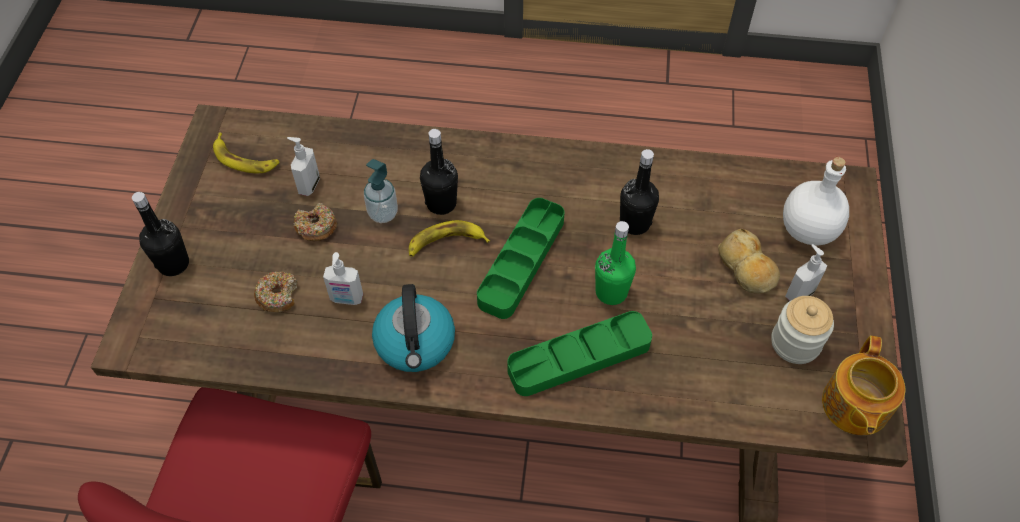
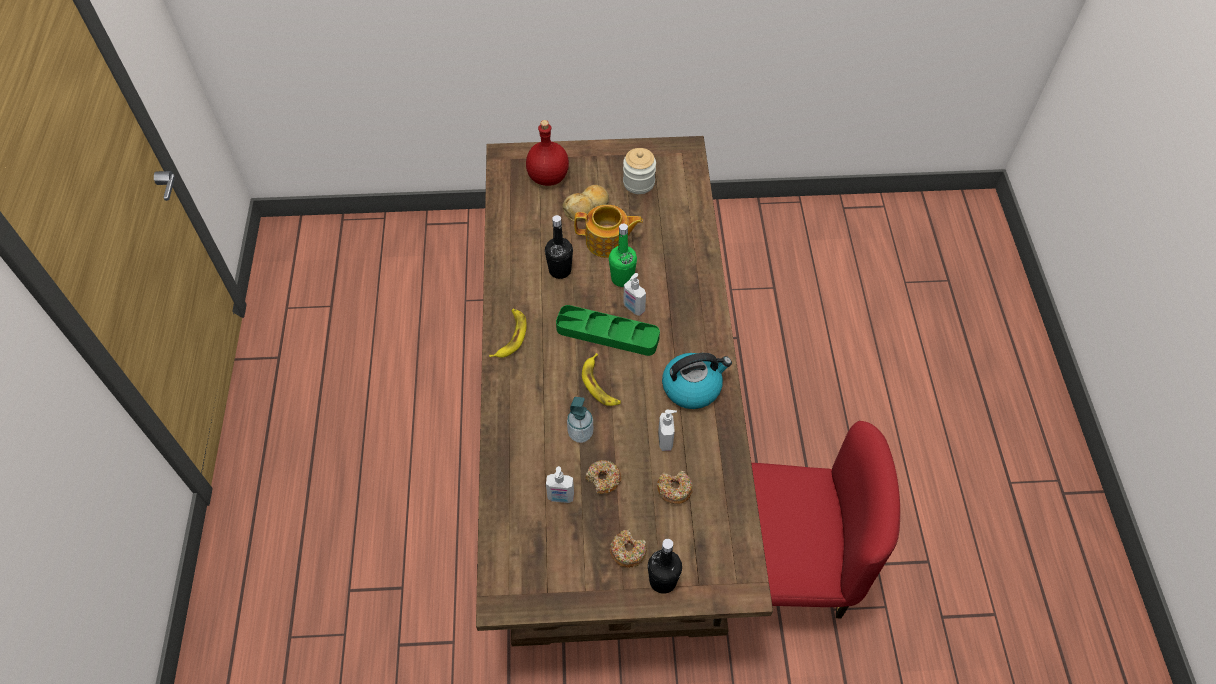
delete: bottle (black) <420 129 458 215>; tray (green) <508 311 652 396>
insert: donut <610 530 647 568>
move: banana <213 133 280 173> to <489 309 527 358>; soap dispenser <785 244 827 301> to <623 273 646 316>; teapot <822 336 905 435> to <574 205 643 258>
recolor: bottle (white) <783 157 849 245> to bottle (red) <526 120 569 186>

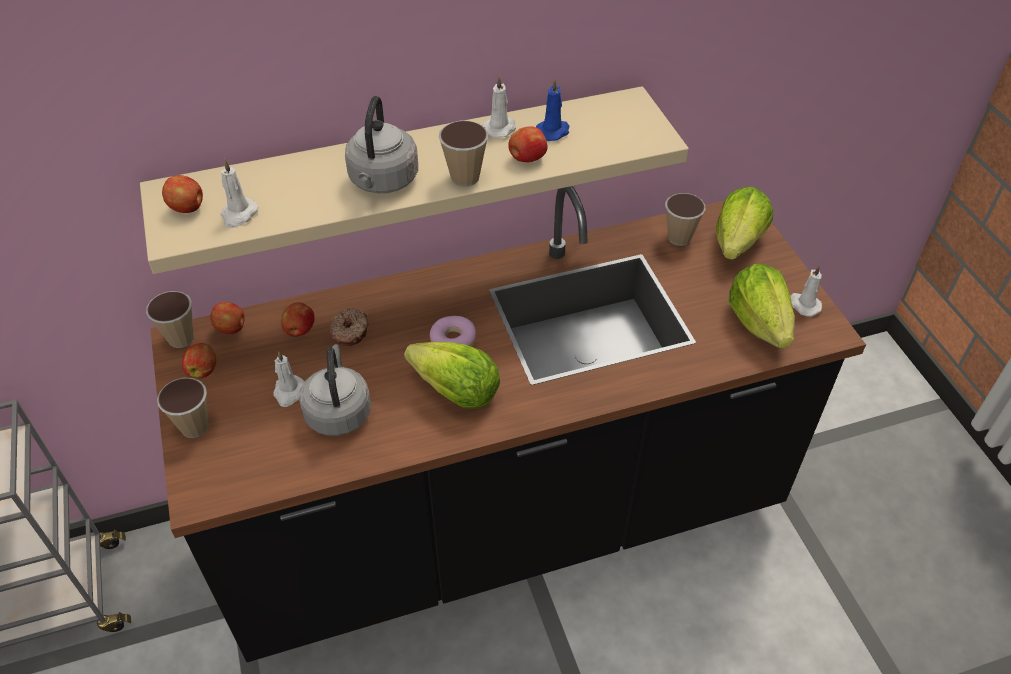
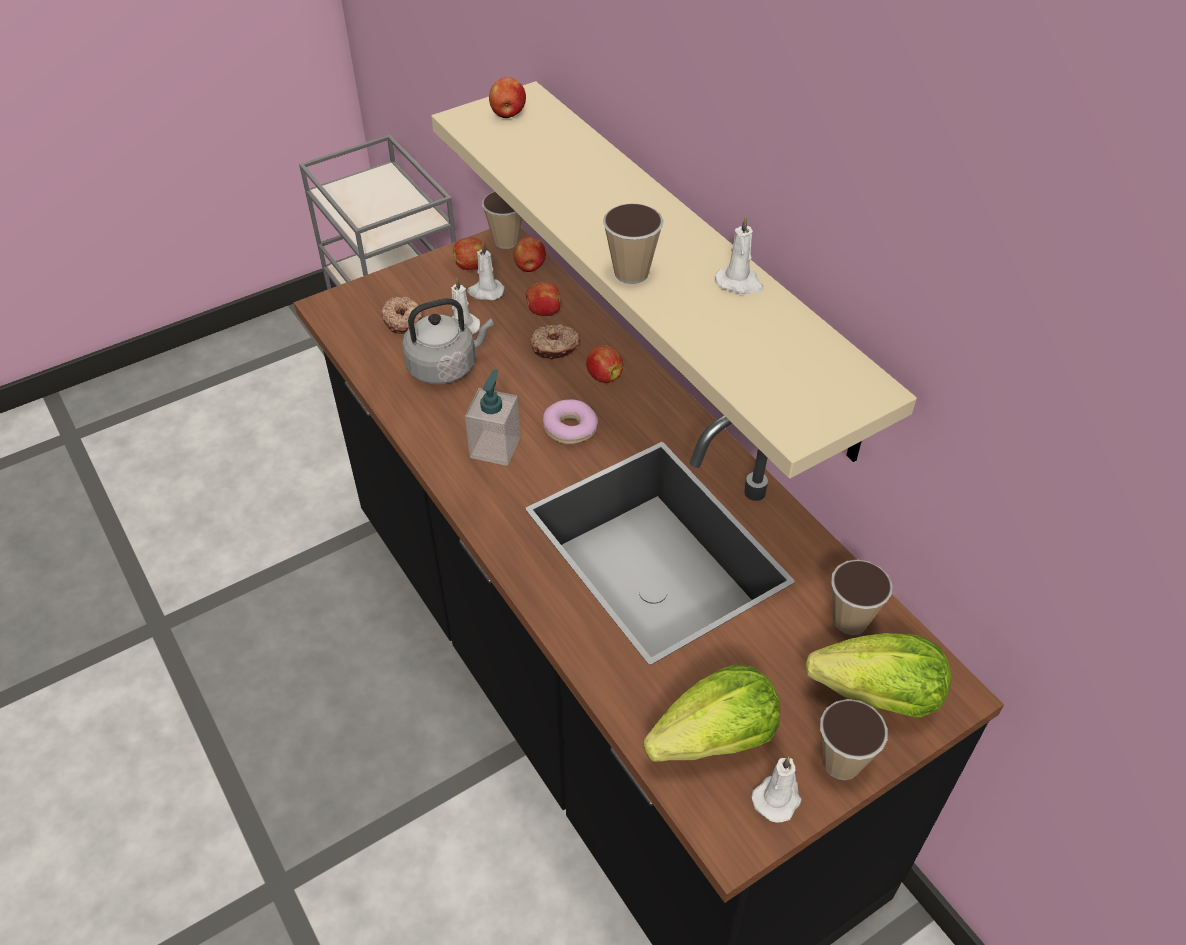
delete: kettle (grey) <345 96 418 193>; candle (blue) <536 79 569 141>
insert: donut <382 297 423 334>
move: cup <157 378 209 438> to <820 699 888 780>; candle (white) <221 159 259 228> to <467 242 505 300>; apple <508 127 548 162> to <586 345 623 383>
replace: lettuce <404 342 500 408> to soap dispenser <465 369 520 466>

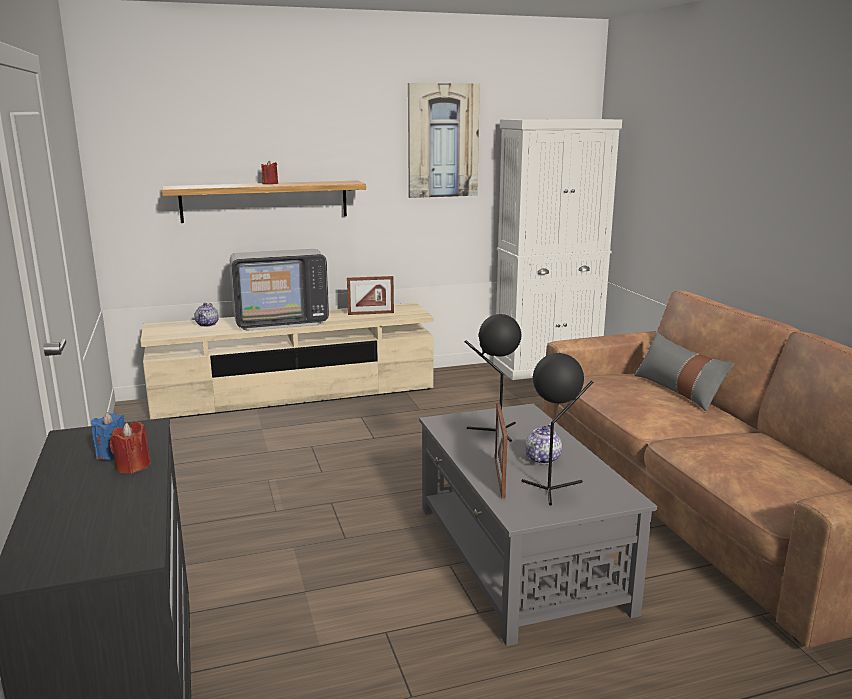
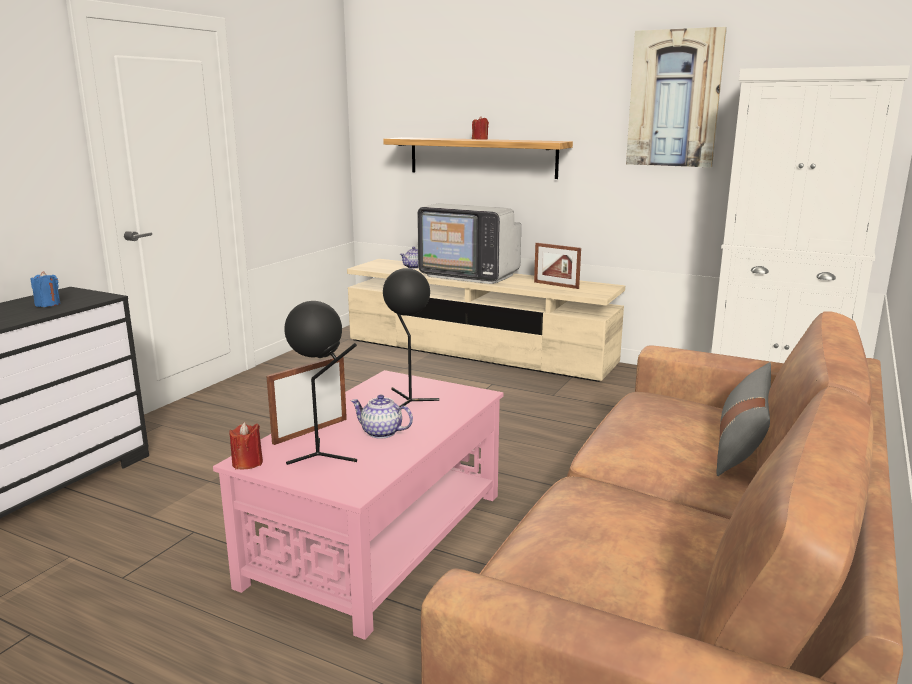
move: candle (red) <110 422 151 474> to <229 422 263 469>
recolor: coffee table (grey) <419 404 657 646> to coffee table (pink) <213 370 503 640>
rotate: teapot <525 424 562 464> = <351 394 413 439> 135 degrees counterclockwise

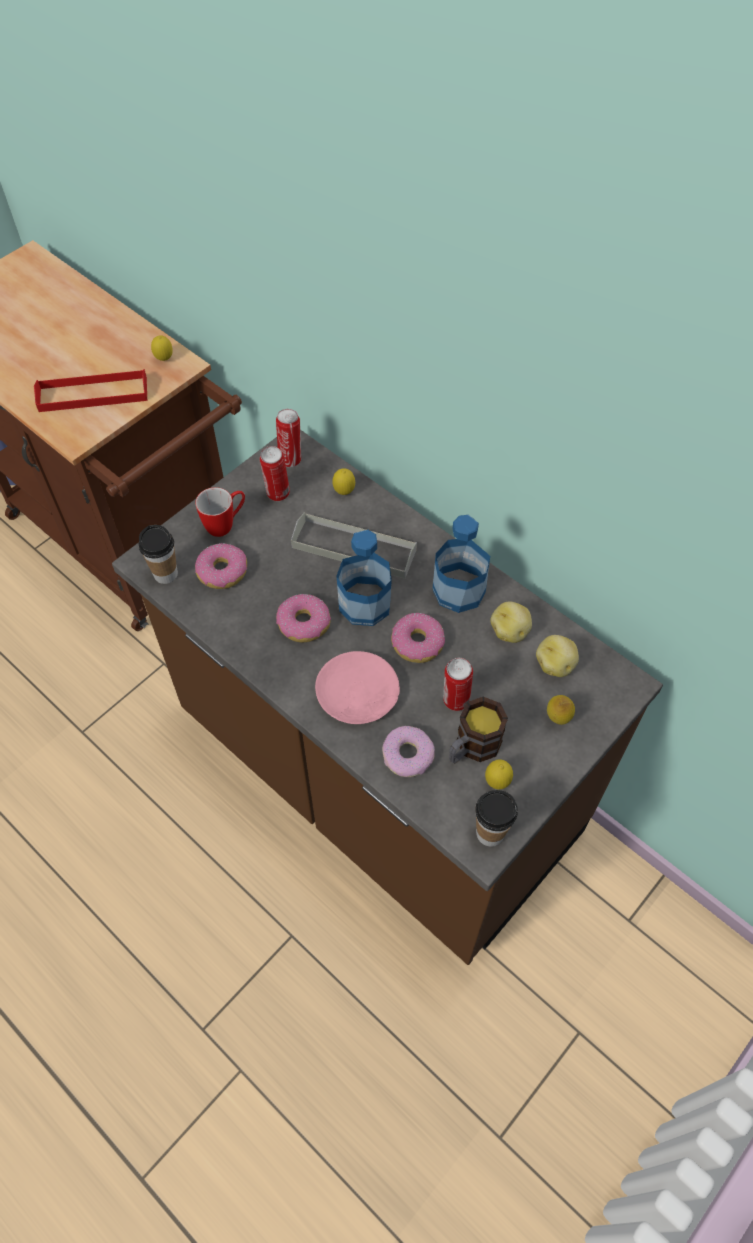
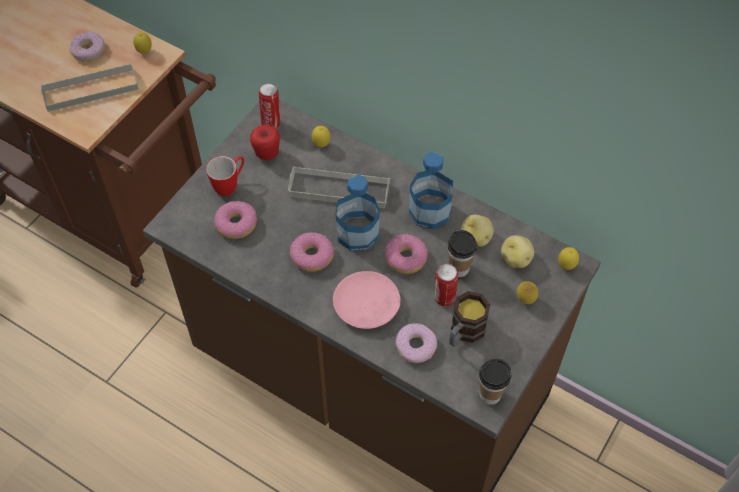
insert: donut <69 32 105 61>
move: cup <139 525 178 584> to <448 230 477 277>; lemon <485 760 513 789> to <558 247 579 270>
replace: can <260 446 290 501> to apple <250 125 280 160>
recolor: tray (red) <34 369 147 412> to tray (grey) <41 64 139 112>

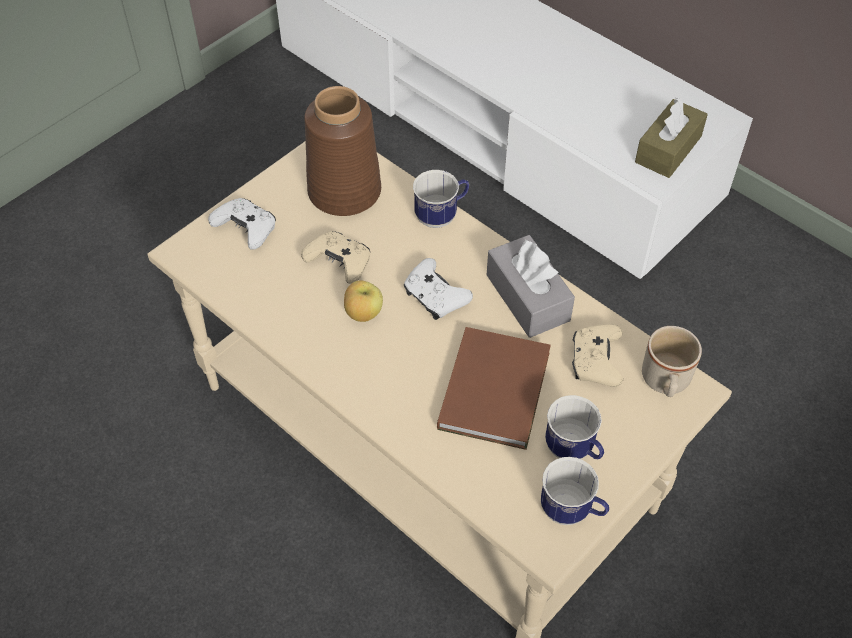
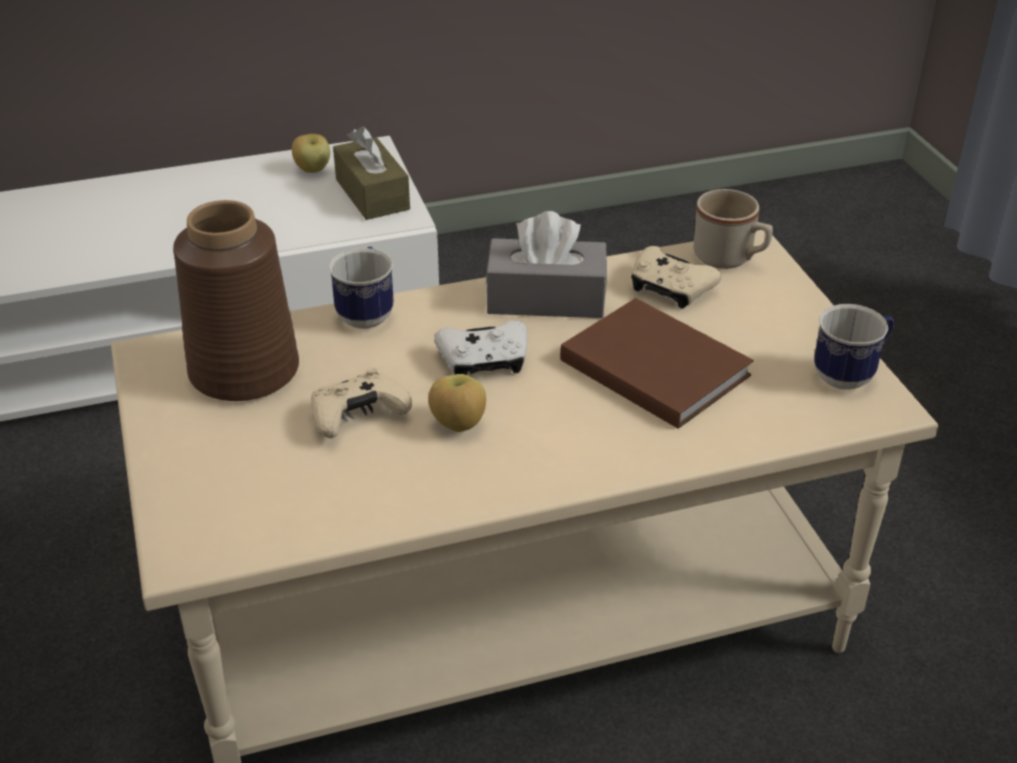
delete: game controller (white) <208 198 276 249>; mug <545 395 604 459>
insert: apple <292 134 330 173>

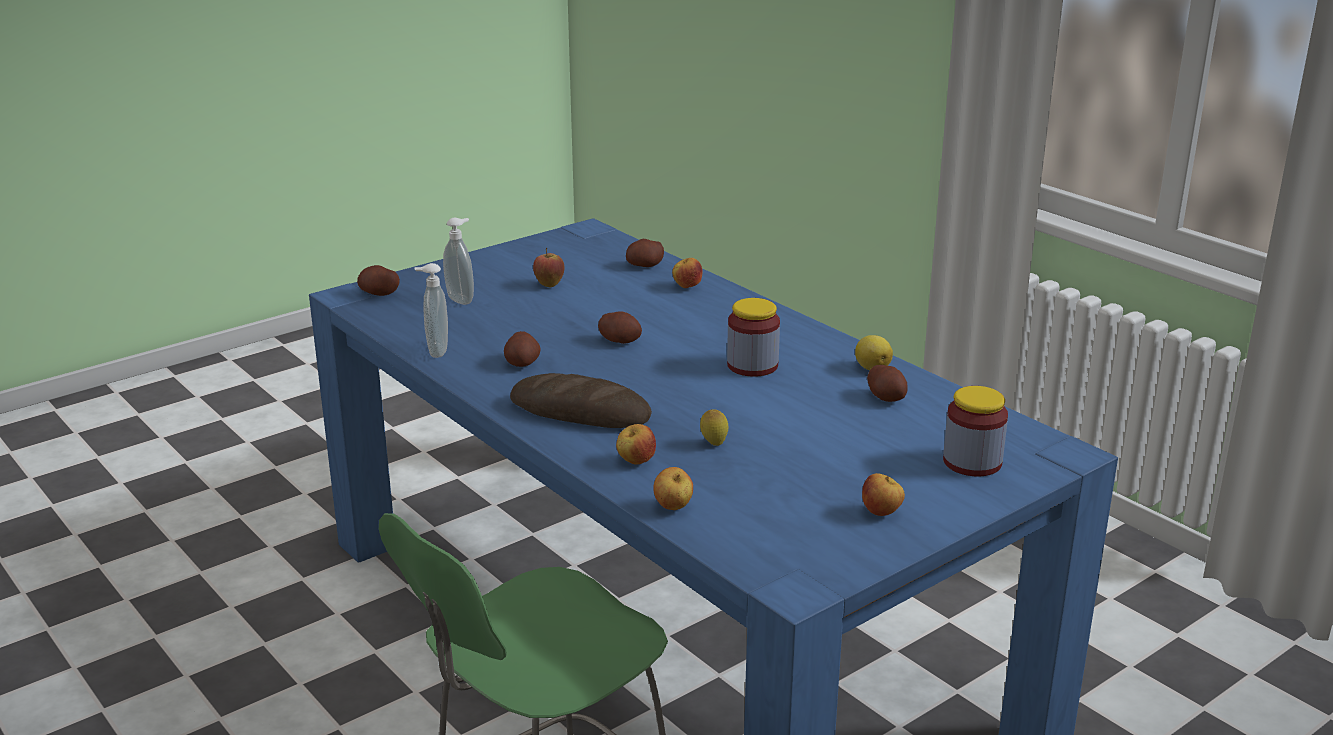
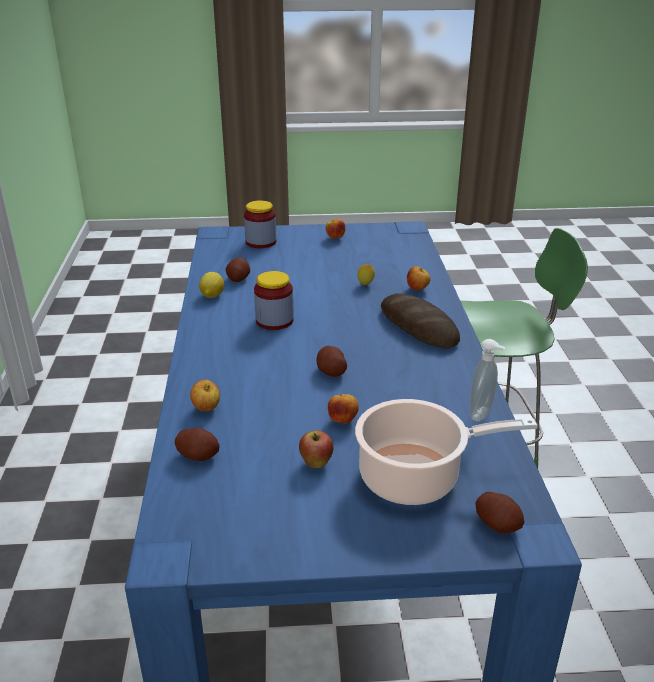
delete: potato <504 331 541 367>
move: apple <653 467 693 510> to <328 394 359 424>
replace: soap dispenser <443 218 474 305> to cooking pot <355 399 538 505>

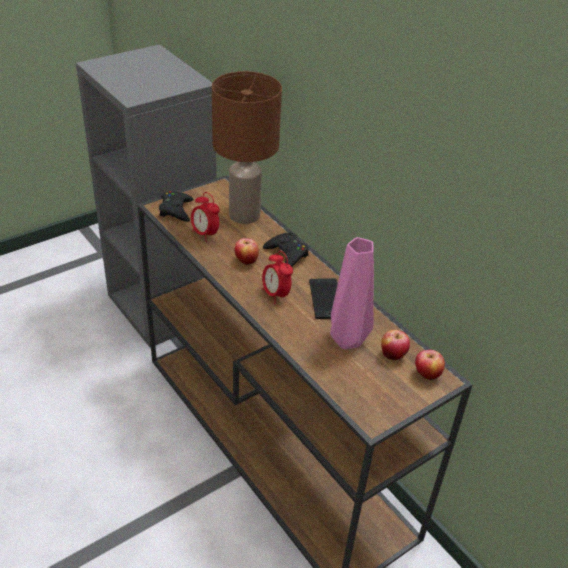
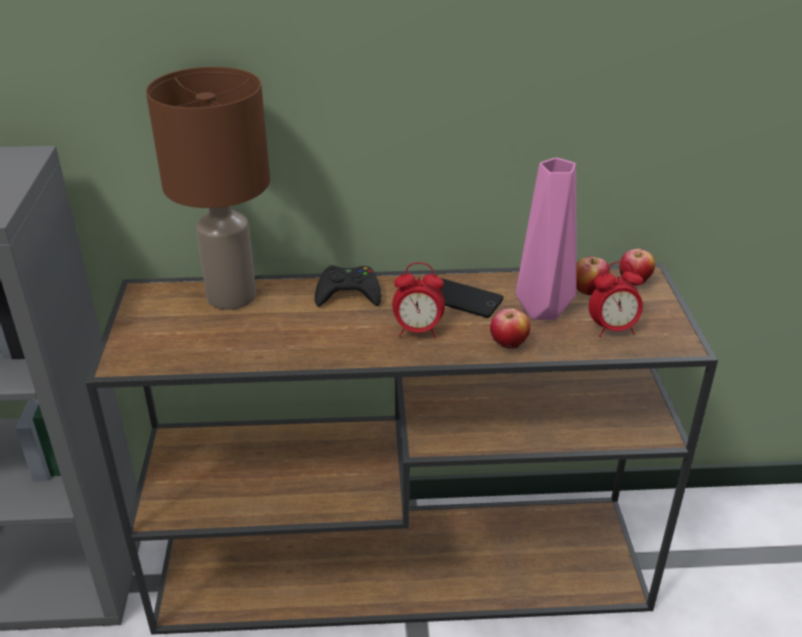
delete: game controller (black) <159 191 194 222>
move: alarm clock <191 192 220 242> to <589 261 643 337>; apple <235 238 259 266> to <490 308 530 349>

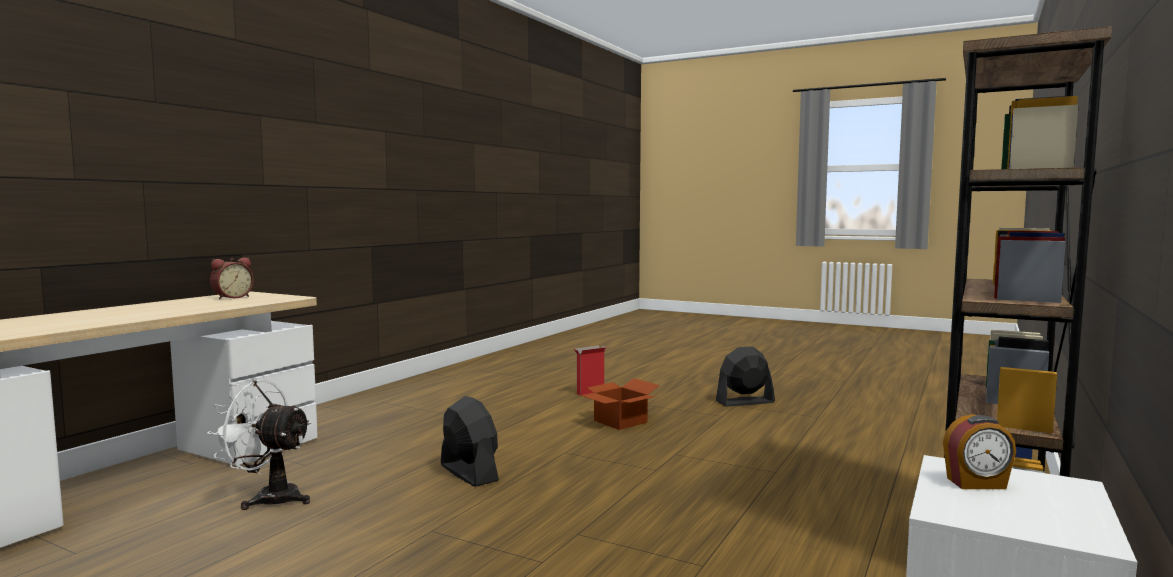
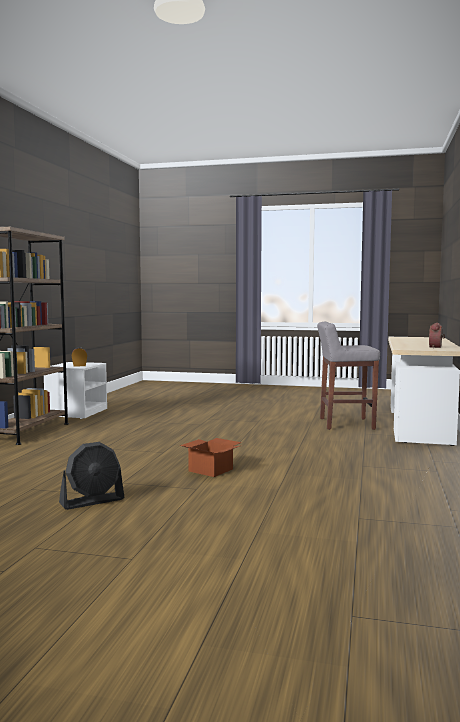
delete: fan (black) <441 396 499 487>; cardboard box <574 345 606 395>
replace: fan (white) <207 380 312 510> to stool (grey) <317 322 380 430>

